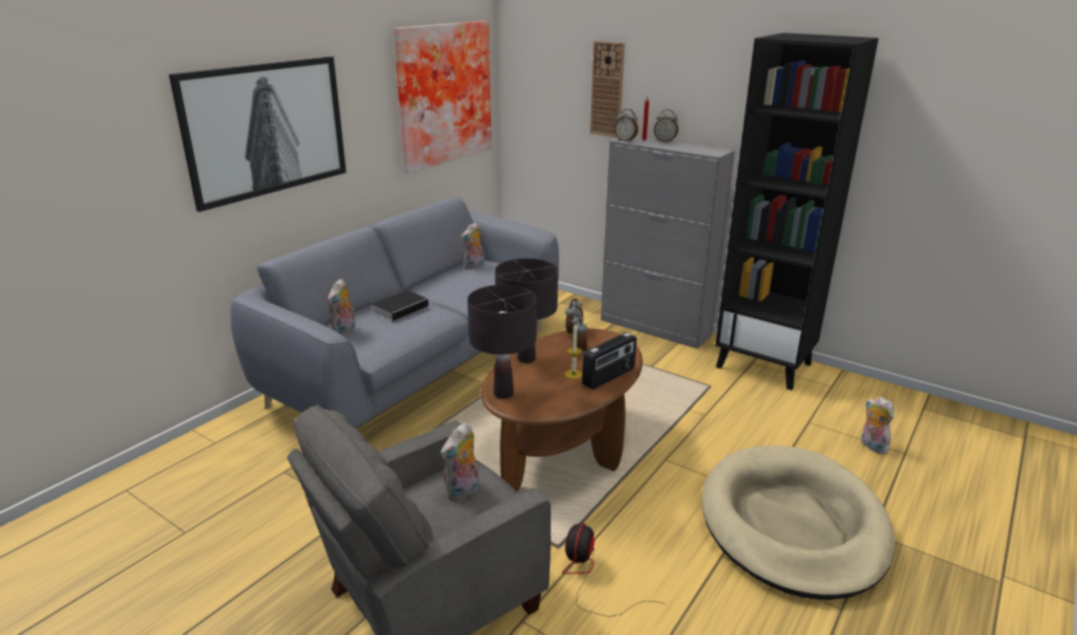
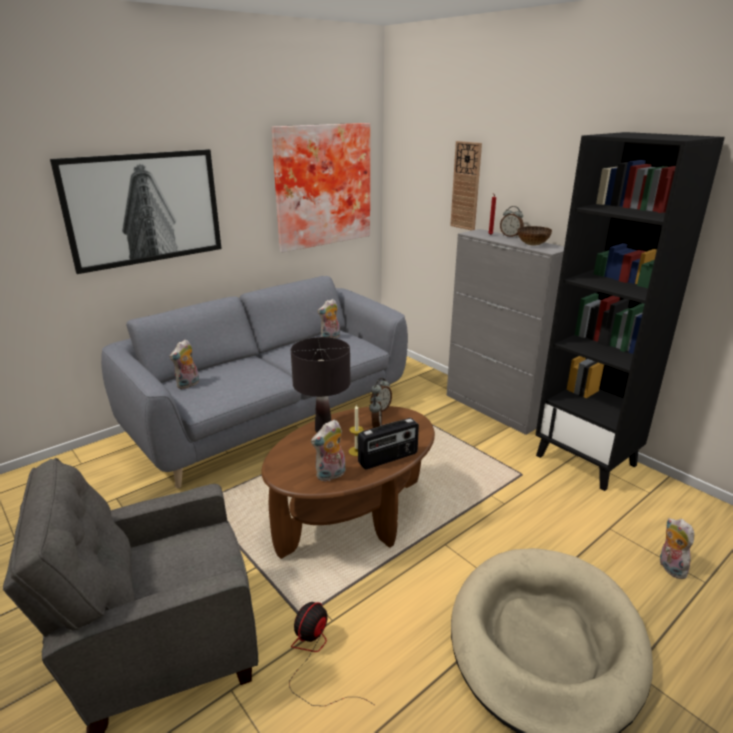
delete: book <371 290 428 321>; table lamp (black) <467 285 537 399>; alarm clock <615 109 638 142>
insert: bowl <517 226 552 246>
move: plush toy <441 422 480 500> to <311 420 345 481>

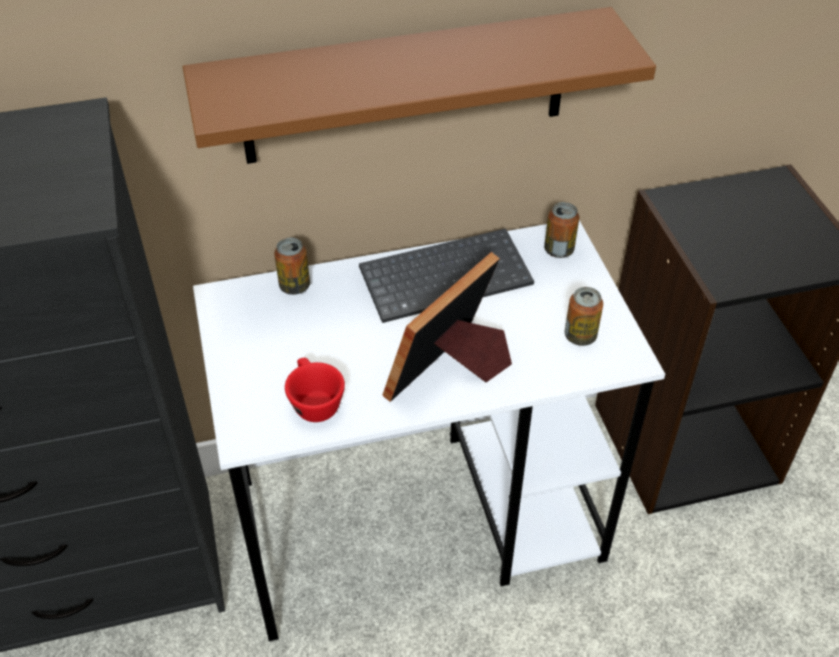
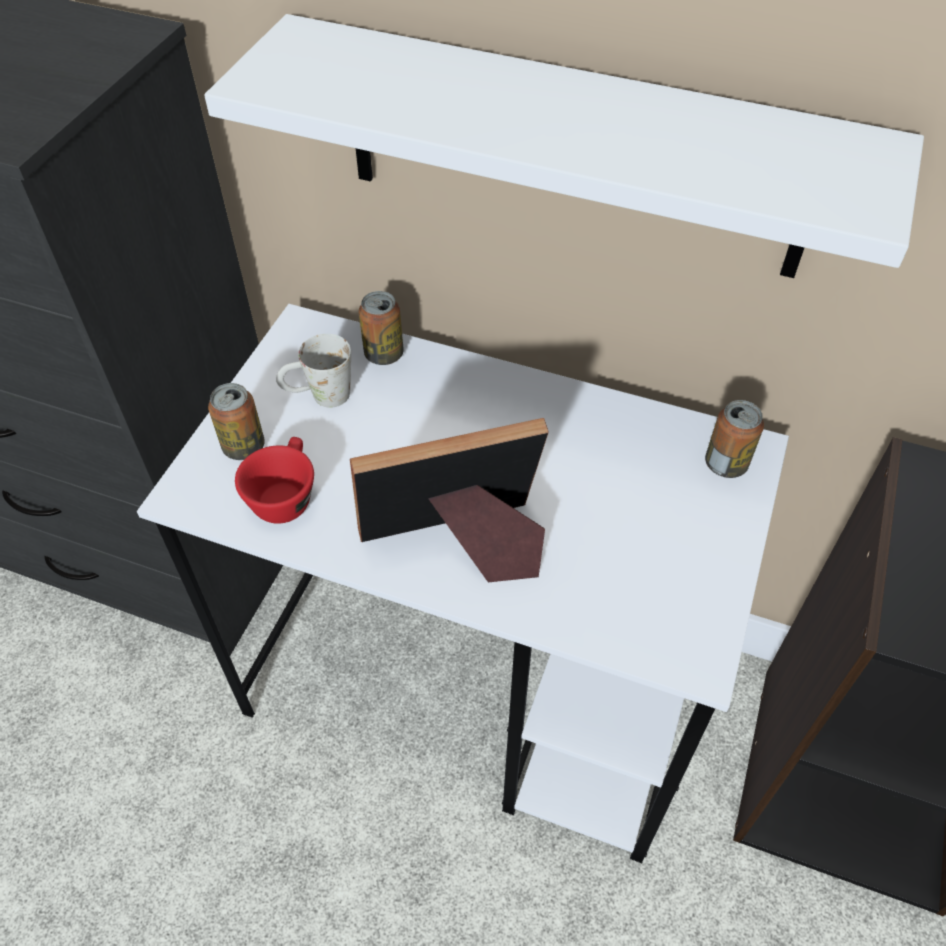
delete: keyboard <359 228 534 323>
insert: mug (white) <276 334 351 408>
move: can <565 287 603 346> to <208 383 265 460>
recolor: shelf (brown) <183 7 656 164> to shelf (white) <204 14 924 278>

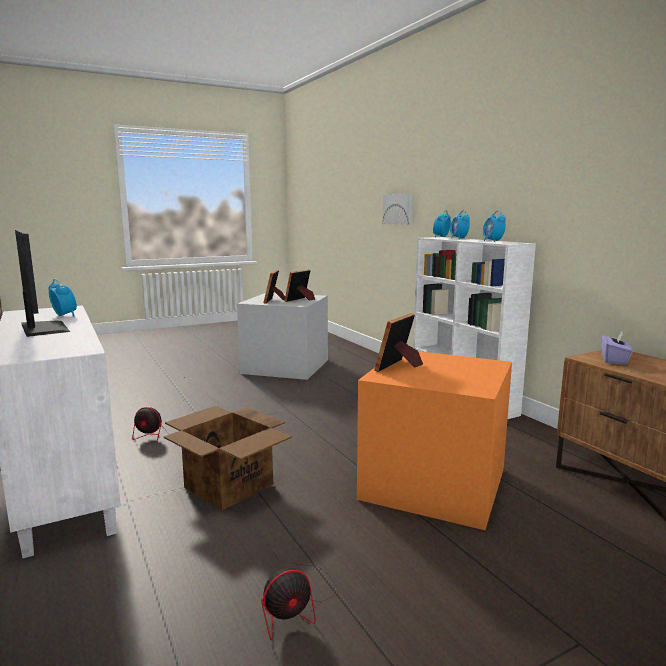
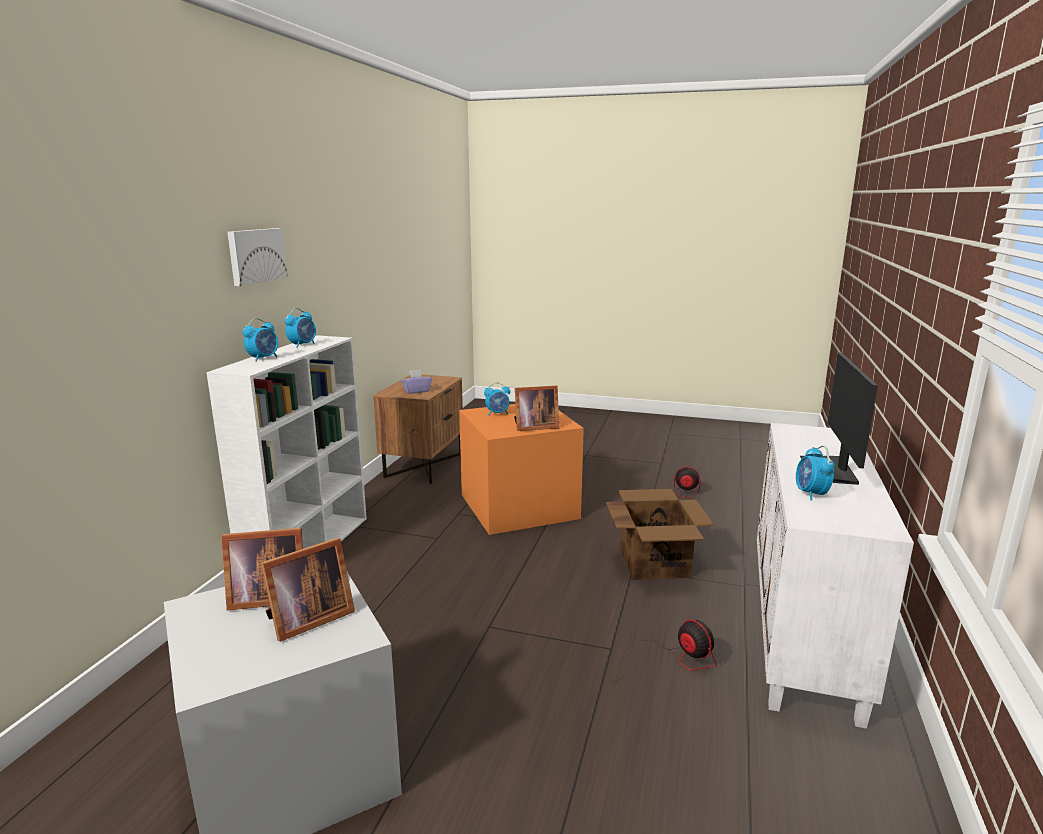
move: picture <382 193 413 225> to <227 228 288 286>; alarm clock <433 210 451 238> to <484 382 510 416>

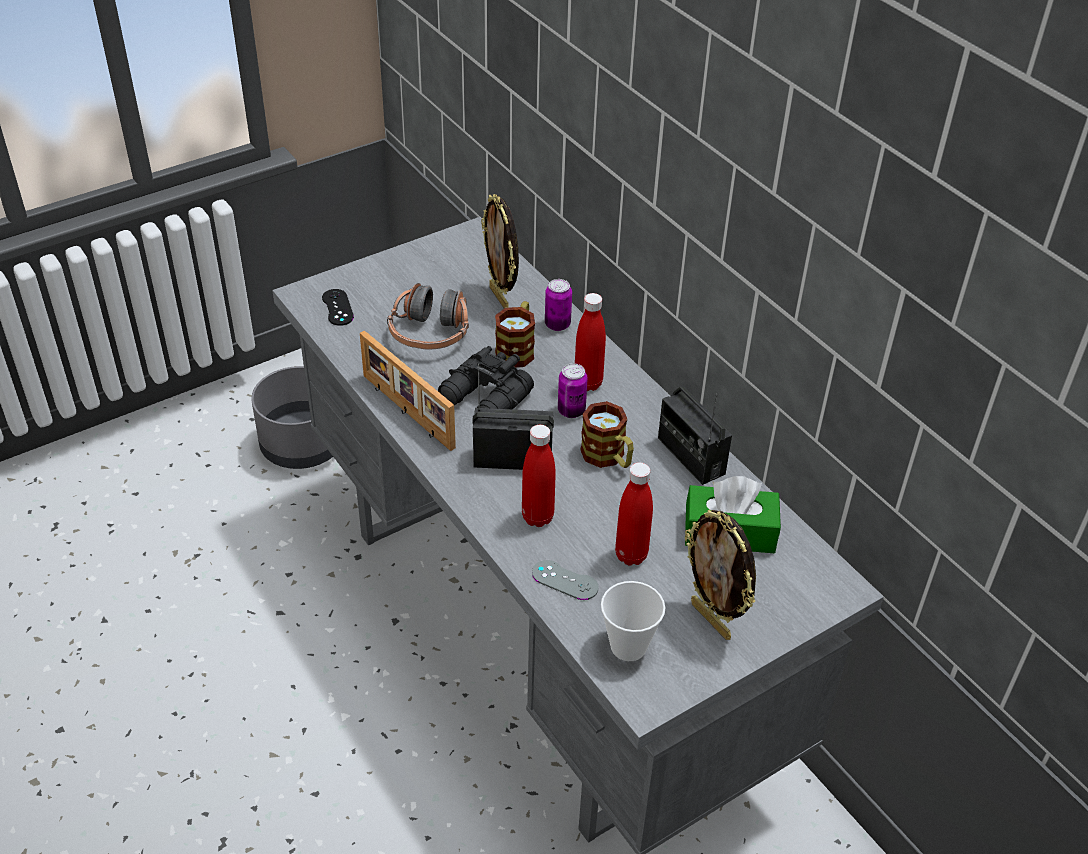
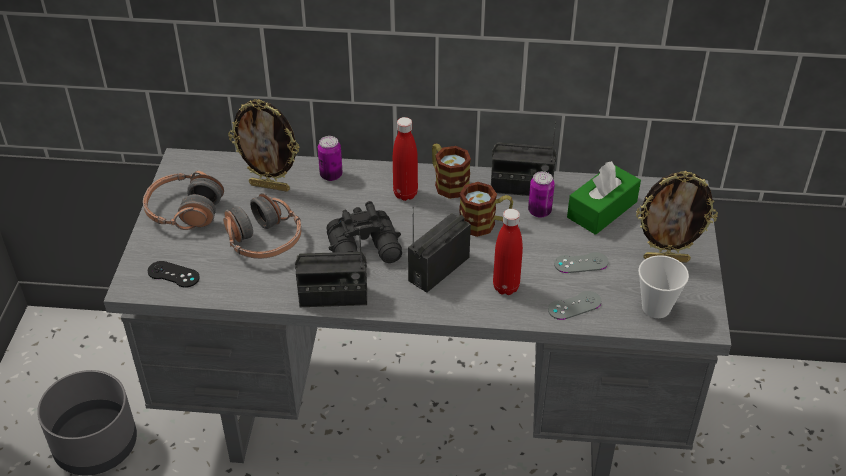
insert: headphones <143 171 224 230>
move: mug <495 301 535 367> to <432 143 471 199>; can <558 363 588 418> to <528 171 555 218>
replace: picture frame <360 331 456 451> to radio <295 228 367 307>; bottle (red) <615 462 653 565> to game controller (grey) <554 252 609 273>

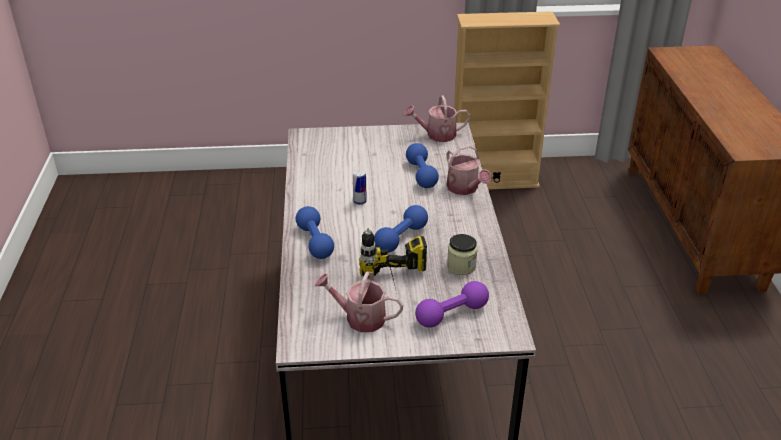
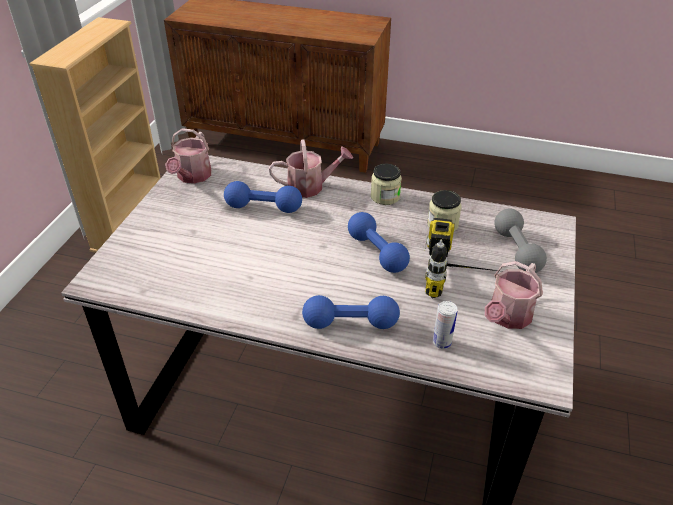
insert: jar <371 164 402 205>
move: can <353 169 367 205> to <433 301 458 349>
recolor: dumbbell (purple) <415 281 489 328> to dumbbell (grey) <494 209 547 273>

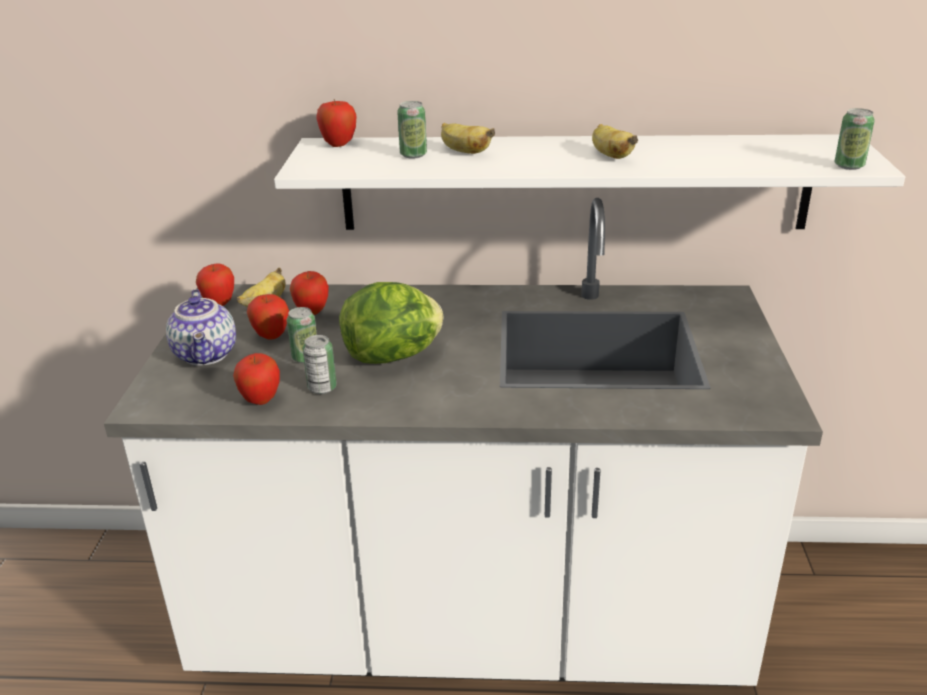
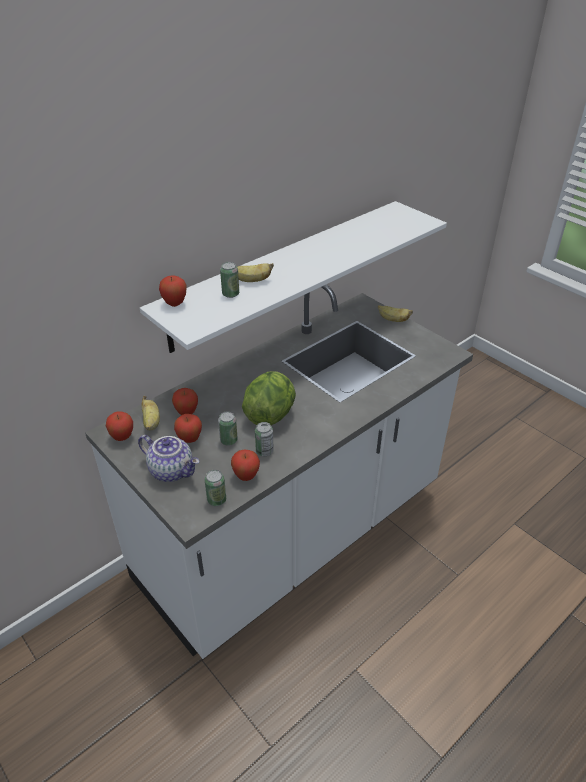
move: banana <592 124 638 159> to <378 305 413 322>; can <835 108 875 170> to <205 470 226 506>

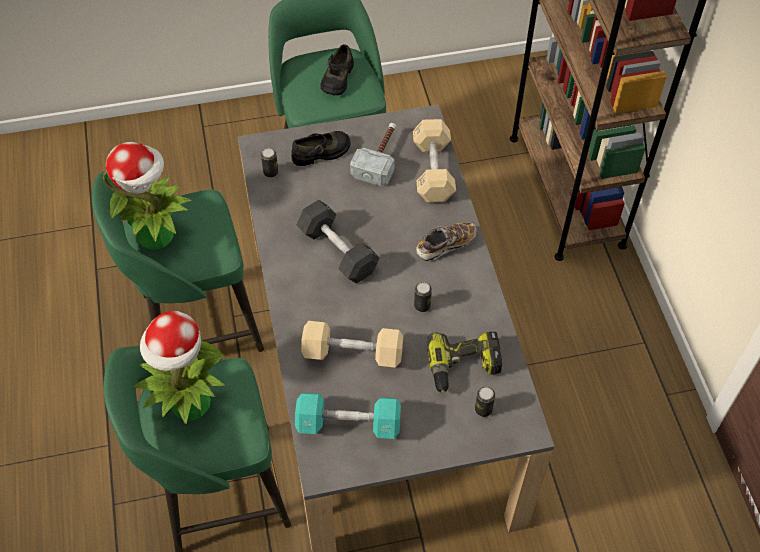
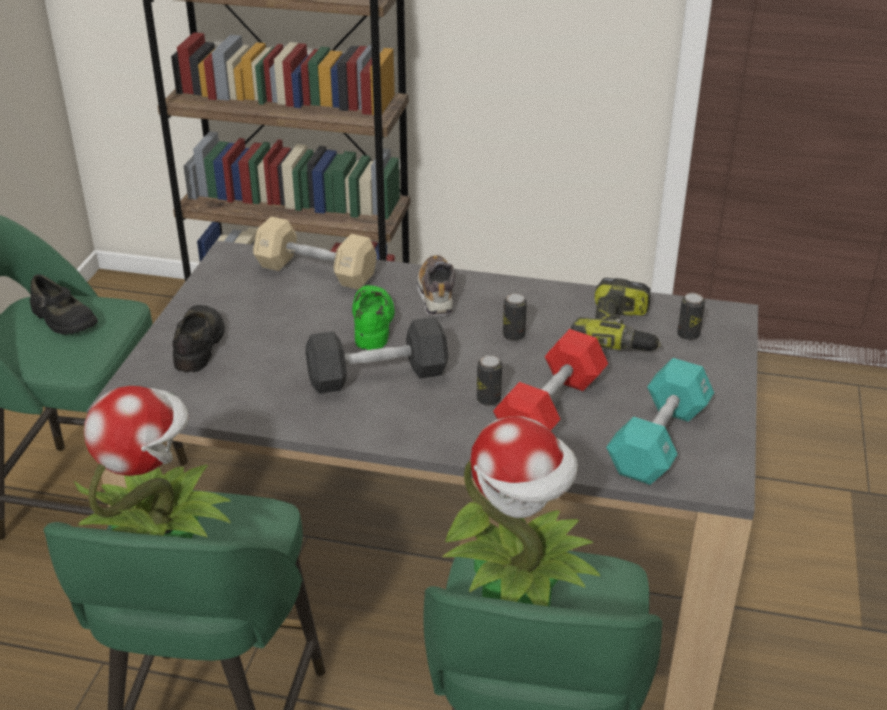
delete: hammer <350 123 397 186>
insert: shoe (green) <352 285 395 350>
move: can <261 148 278 177> to <477 355 502 406>
recolor: dumbbell (beige) <301 321 403 367> to dumbbell (red) <493 329 608 431>

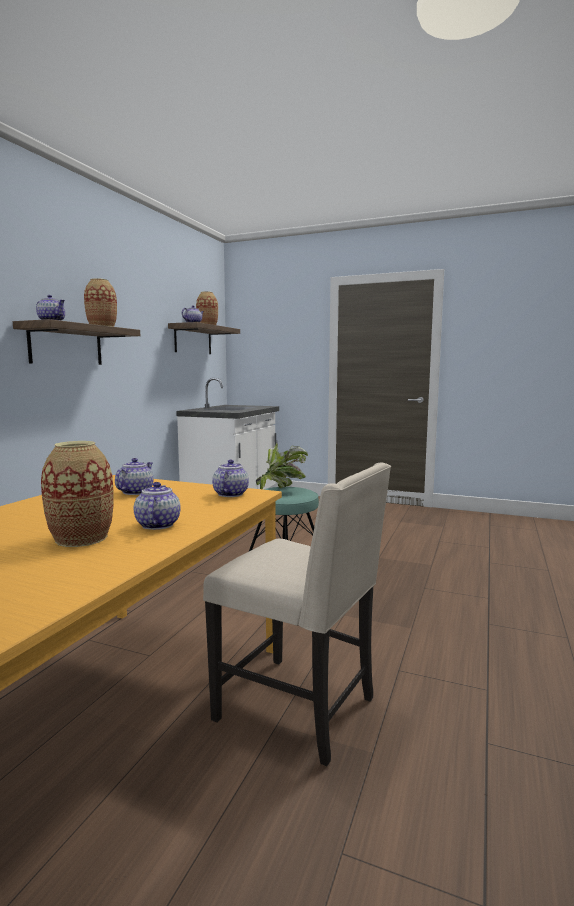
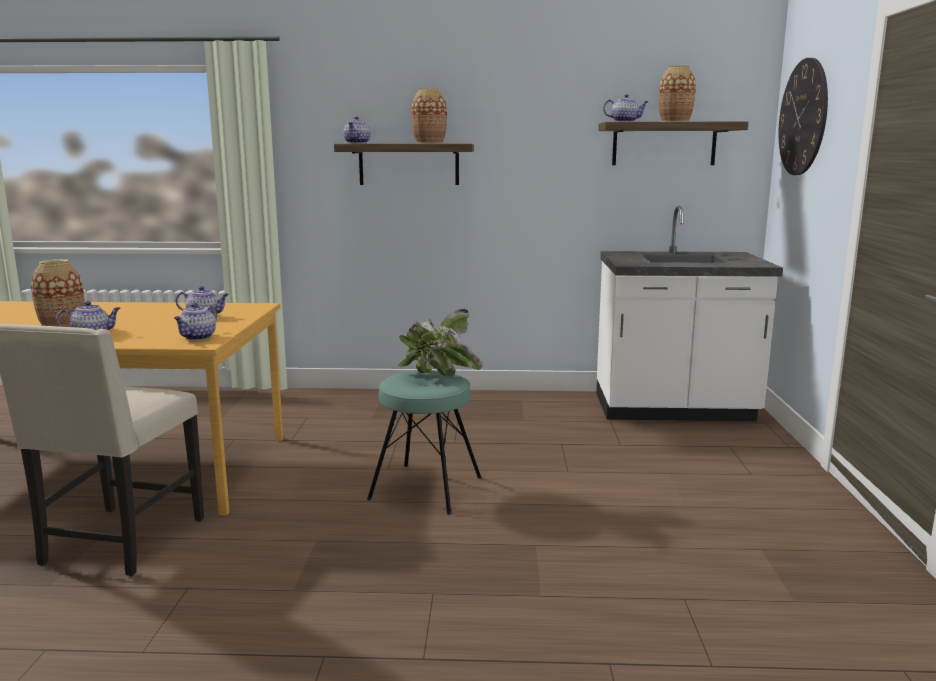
insert: wall clock <779 58 828 175>
rotate: teapot <212 460 249 497> = <174 303 217 340> 120 degrees clockwise

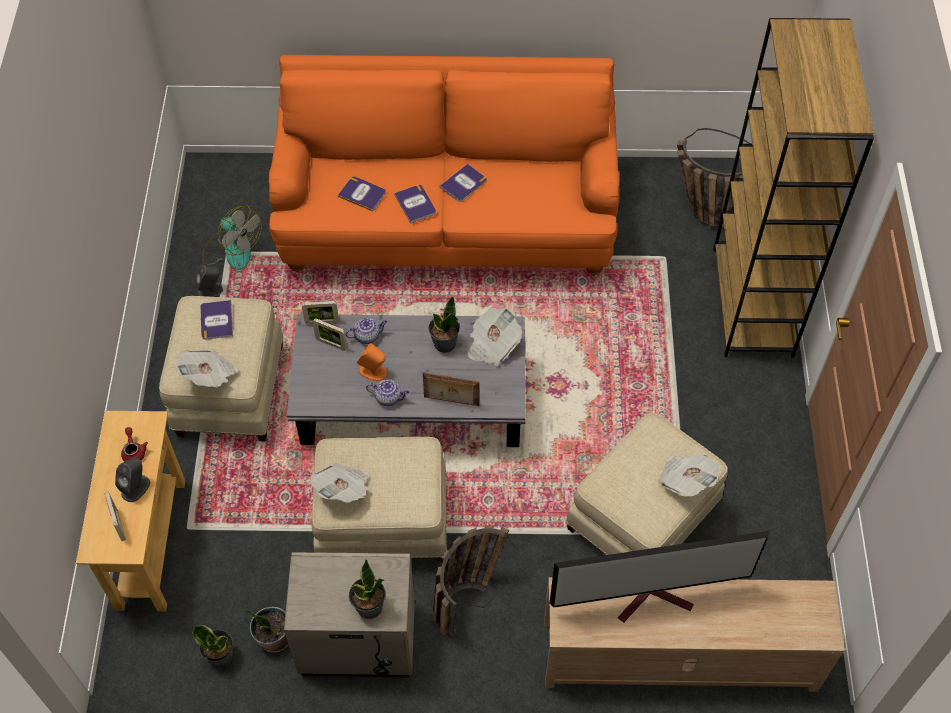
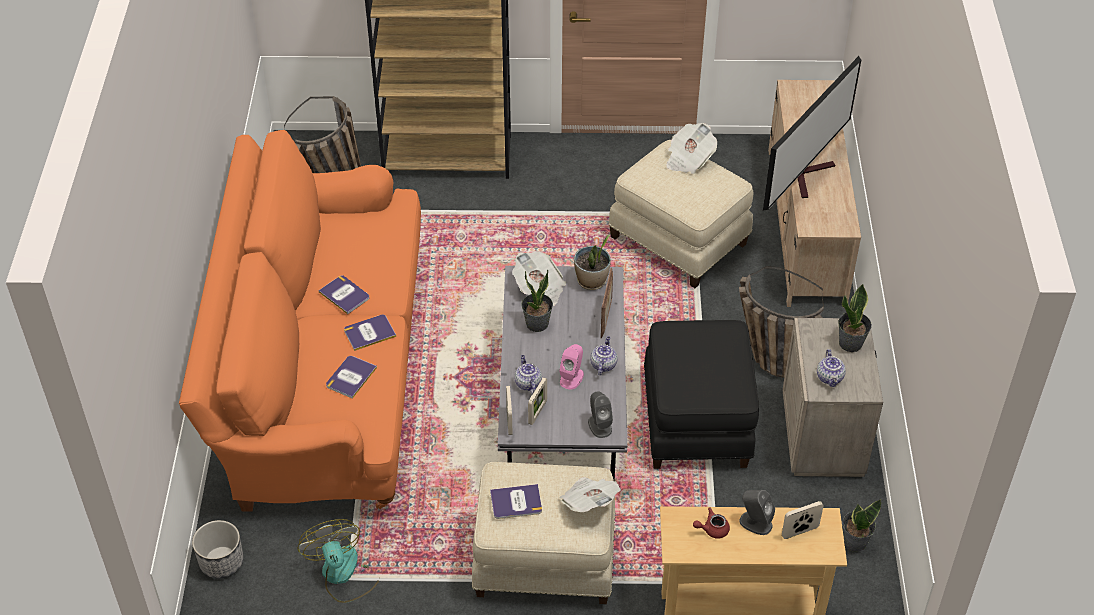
delete: newspaper <310 463 369 503>
insert: planter <192 520 244 579>; teapot <817 349 846 387>
move: speaker (grey) <195 265 223 297> to <588 391 613 438>; potted plant <245 606 289 653> to <574 235 611 290>
recolor: ottoman (beige) <311 437 447 561> to ottoman (black) <644 320 759 469>; speaker (orange) <357 343 387 381> to speaker (pink) <559 344 584 390>
rotate: fan <202 205 262 270> = <298 519 380 603> 60 degrees counterclockwise; television <549 531 770 623> = <763 56 861 210> 45 degrees clockwise

